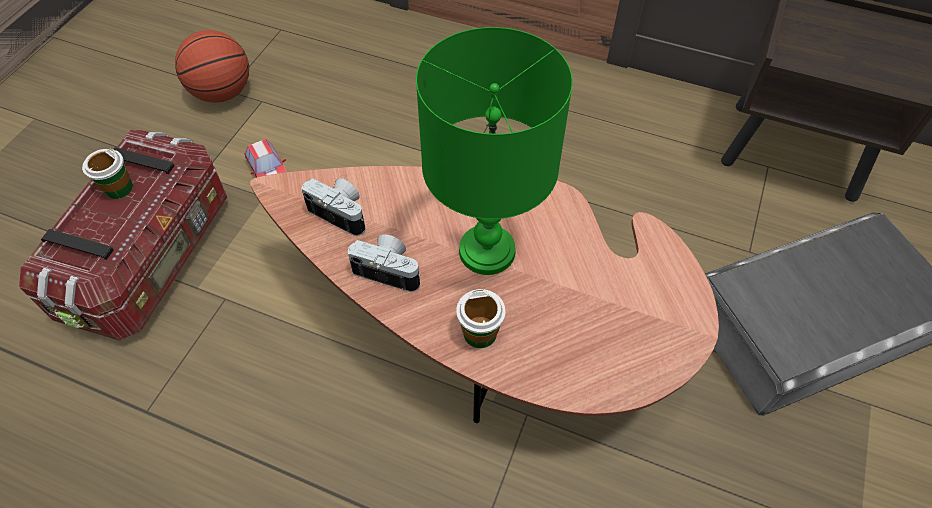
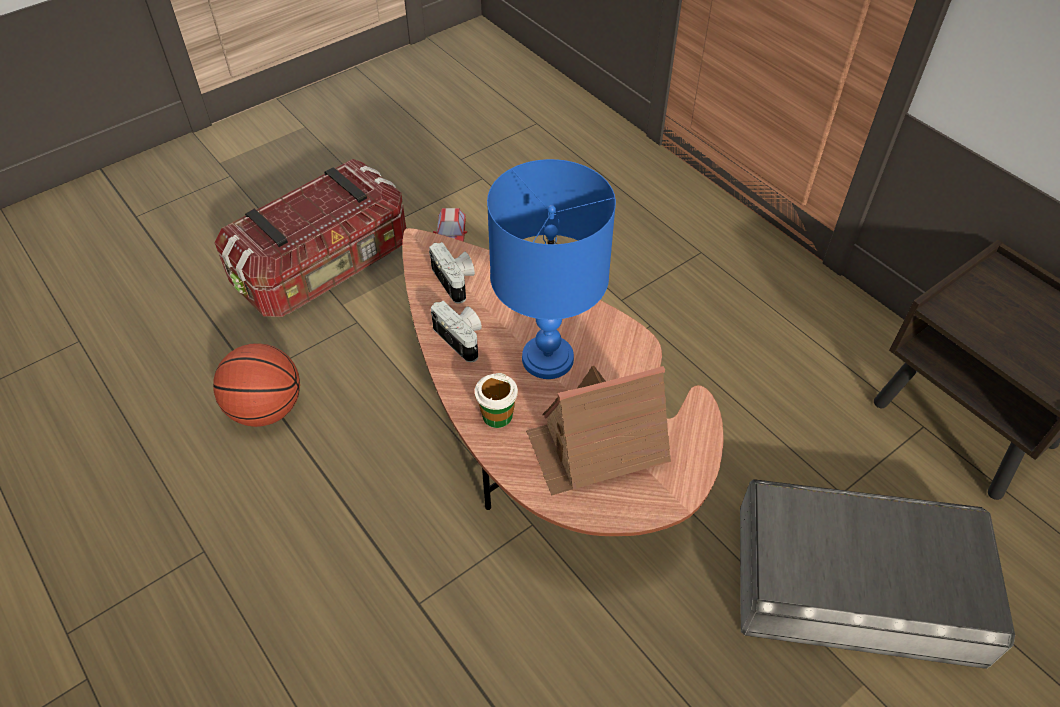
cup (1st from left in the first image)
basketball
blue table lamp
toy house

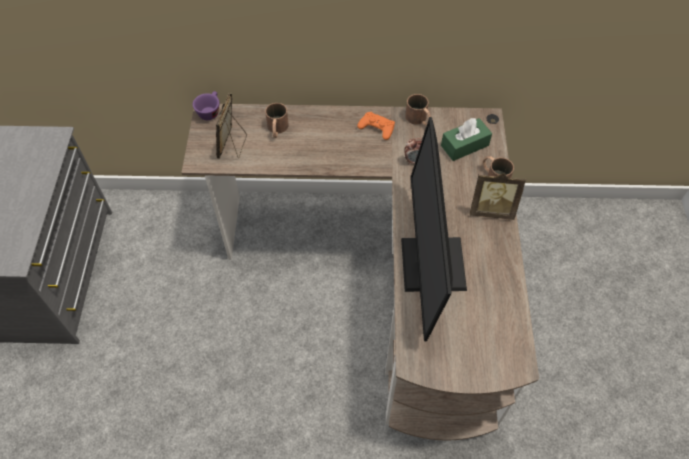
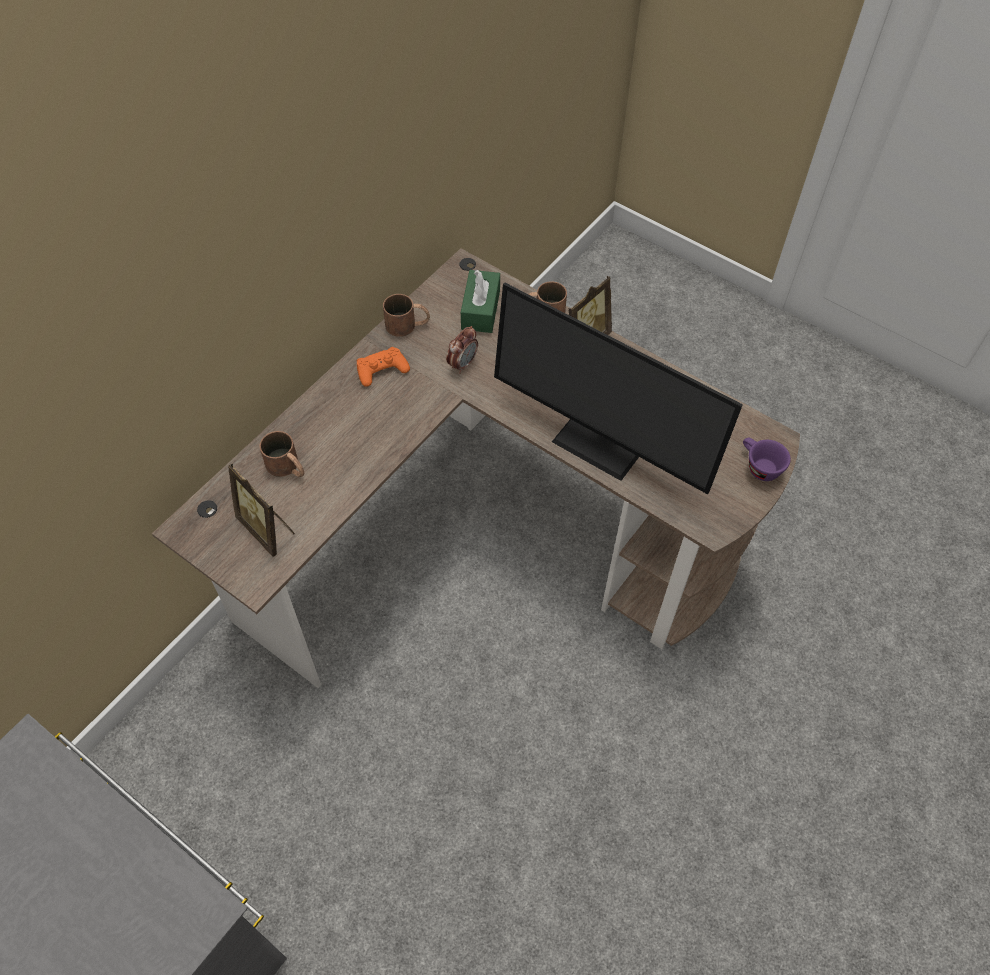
purple cup

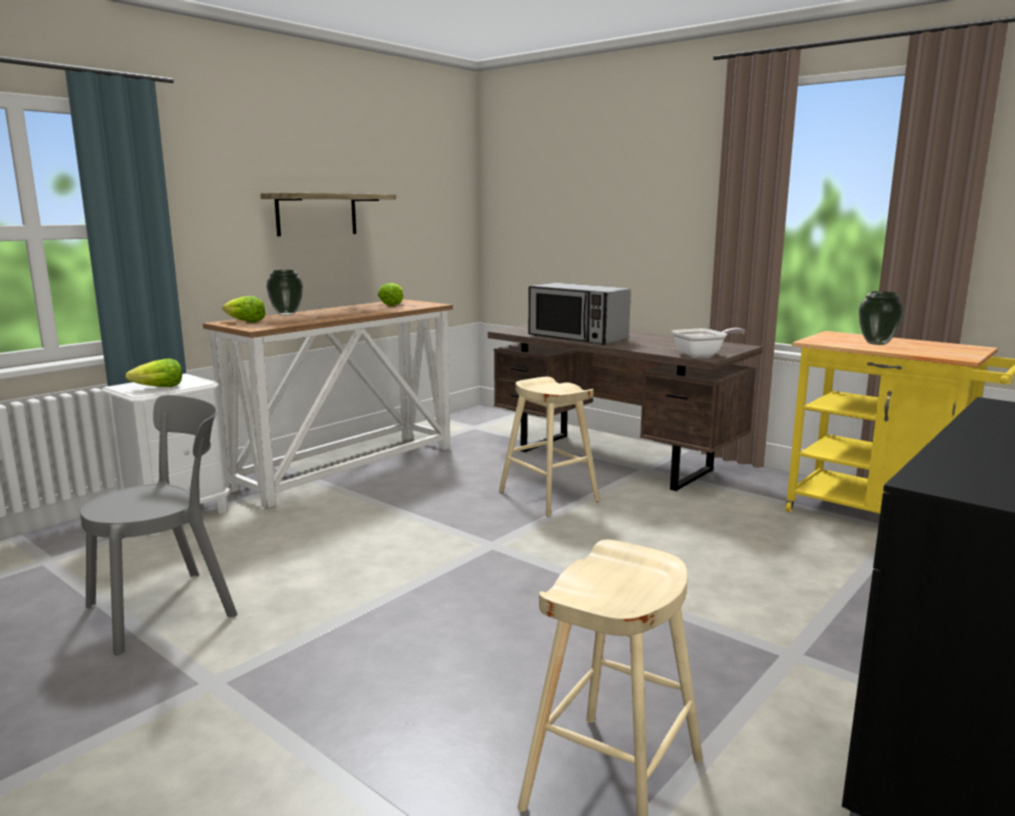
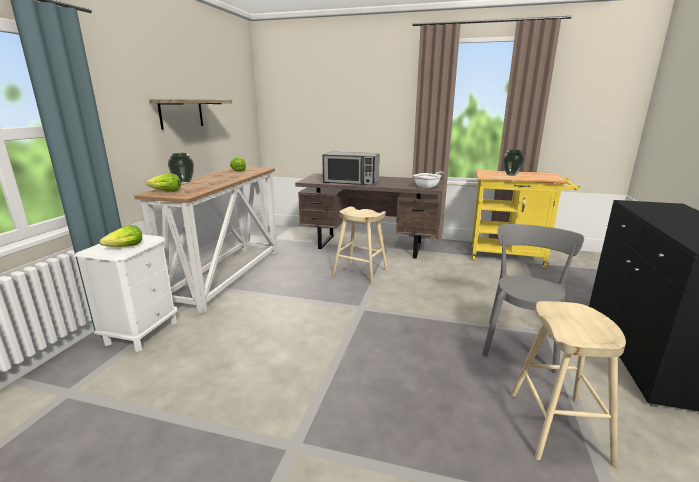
grey chair

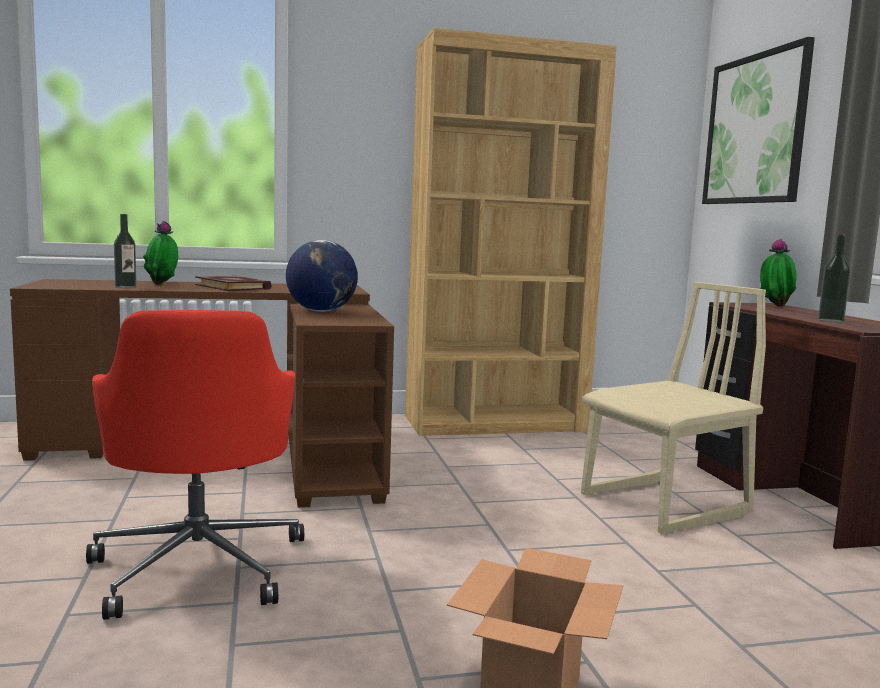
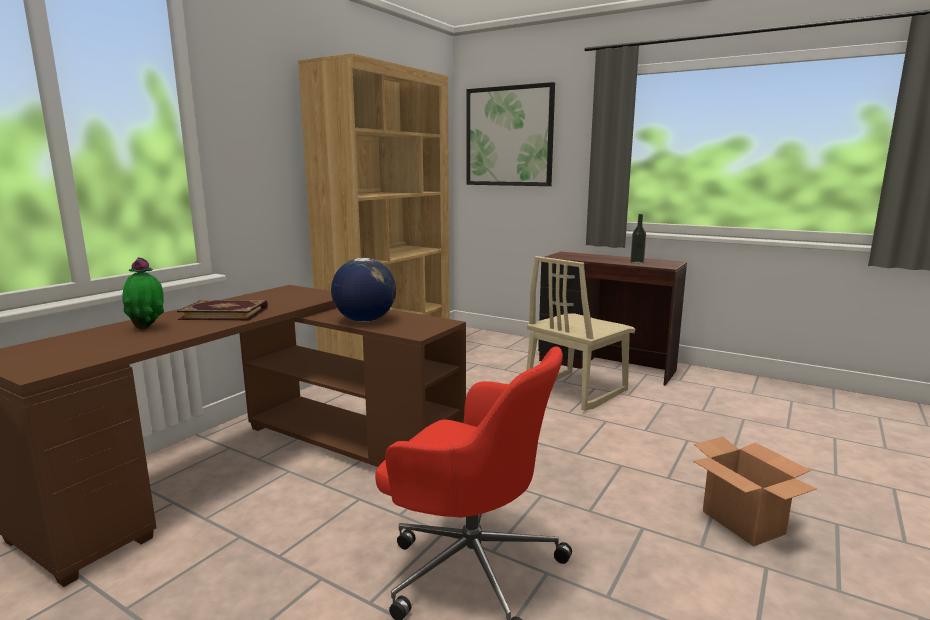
bottle (1st from left in the first image)
beige chair
potted plant (2nd from left in the first image)

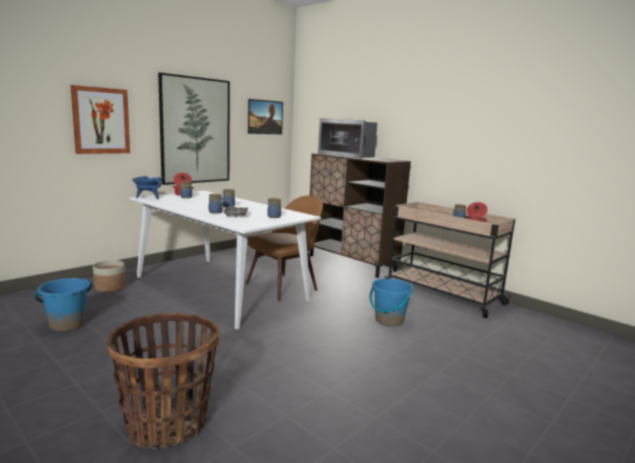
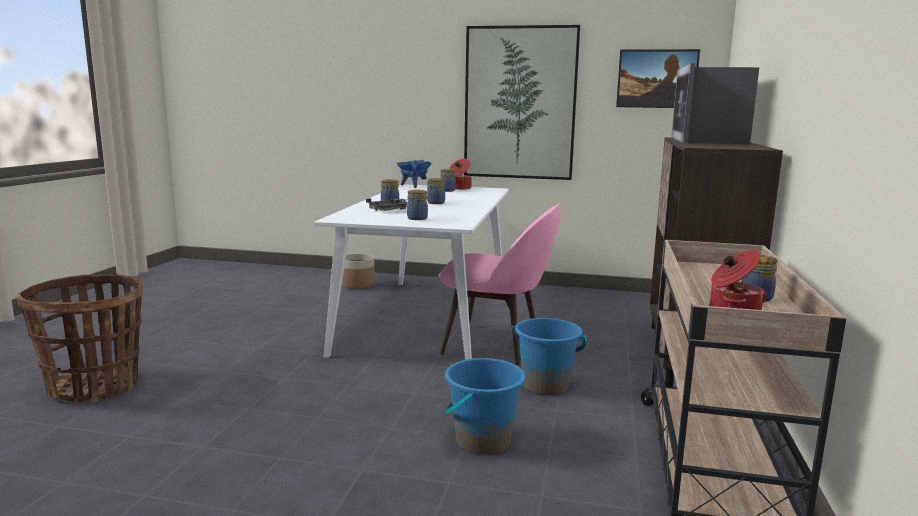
blue bucket (2nd from left)
picture (1st from left in the first image)
pink chair

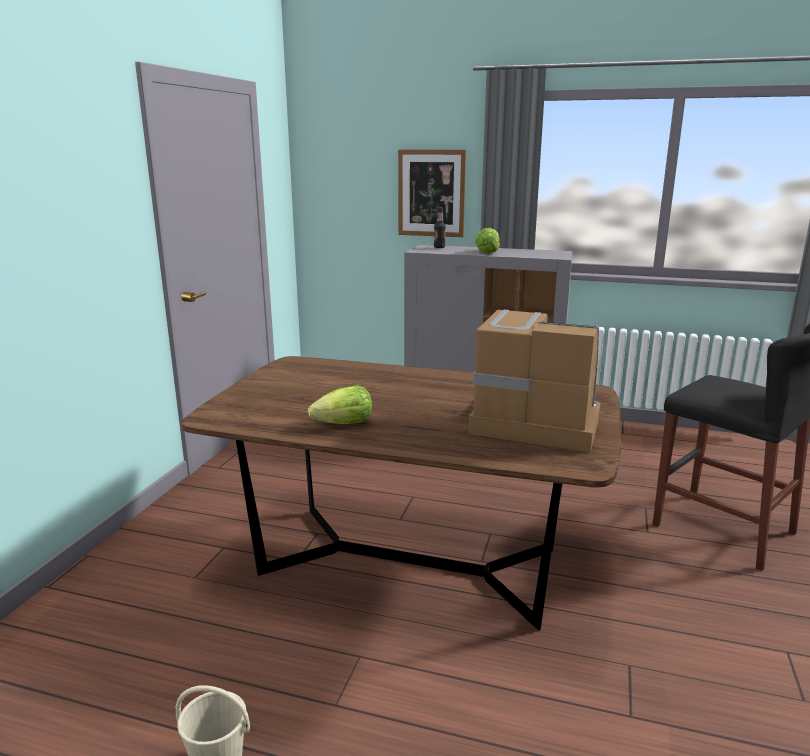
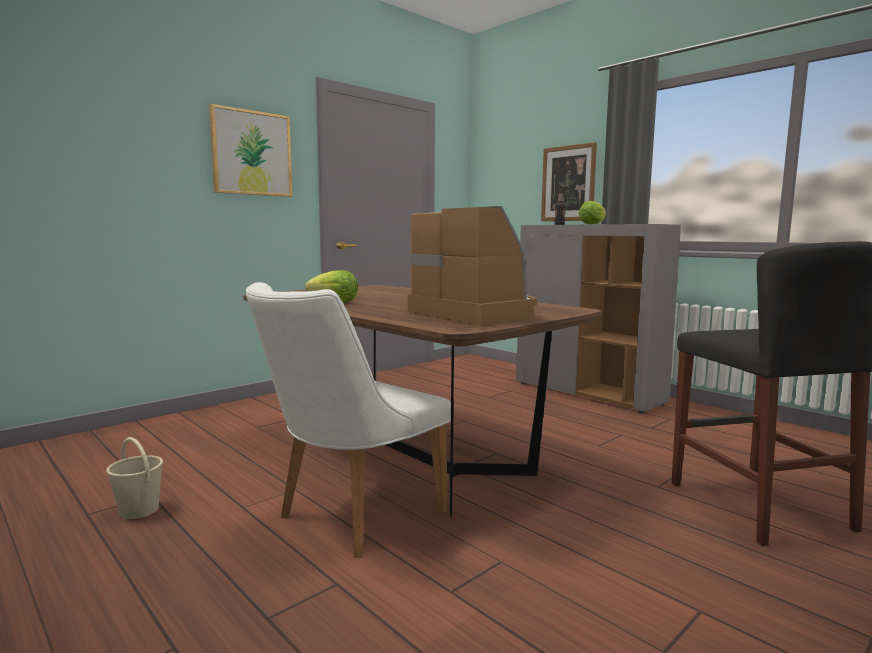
picture (1st from left)
white chair

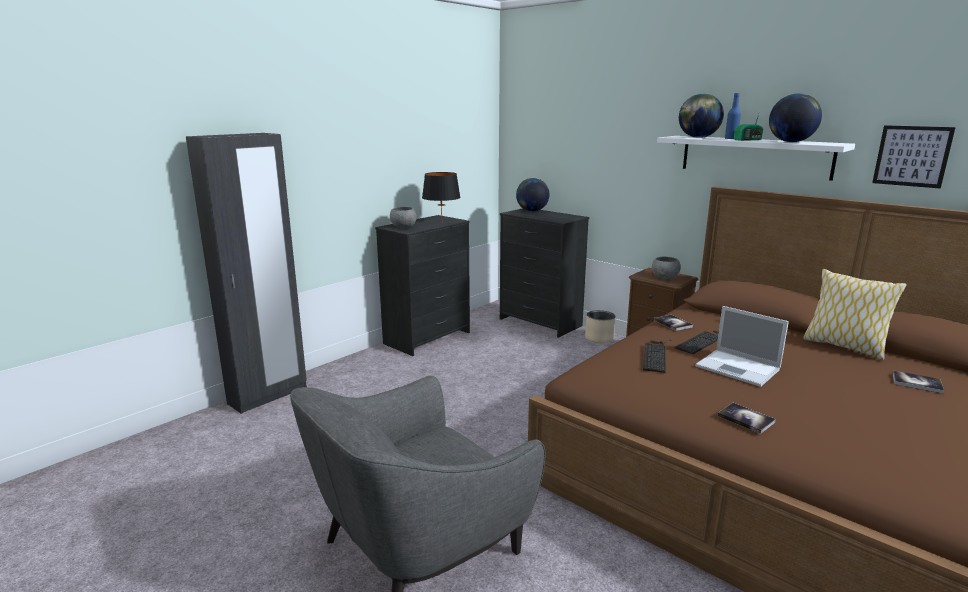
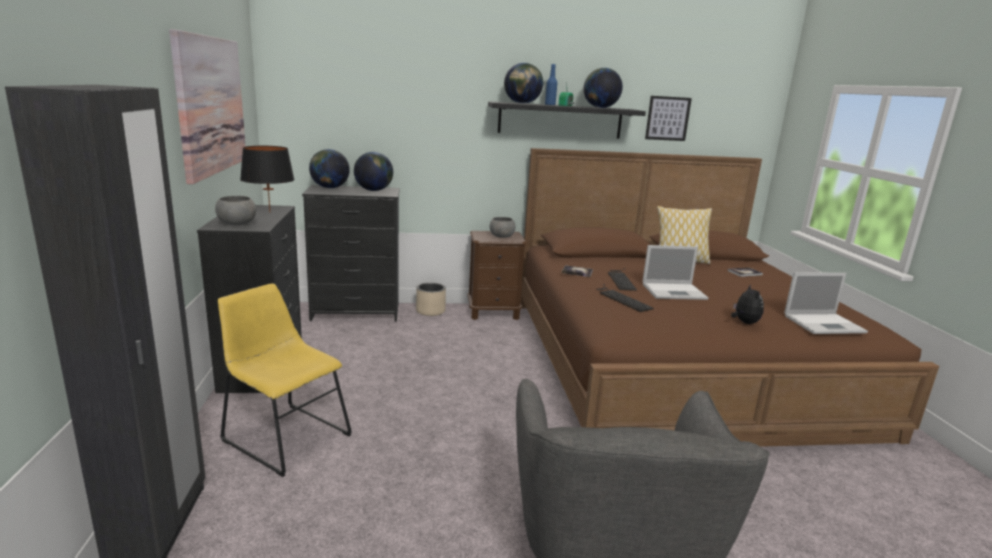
black shelf
plush toy
picture (1st from left)
yellow chair
globe (2nd from left)
laptop (2nd from left)

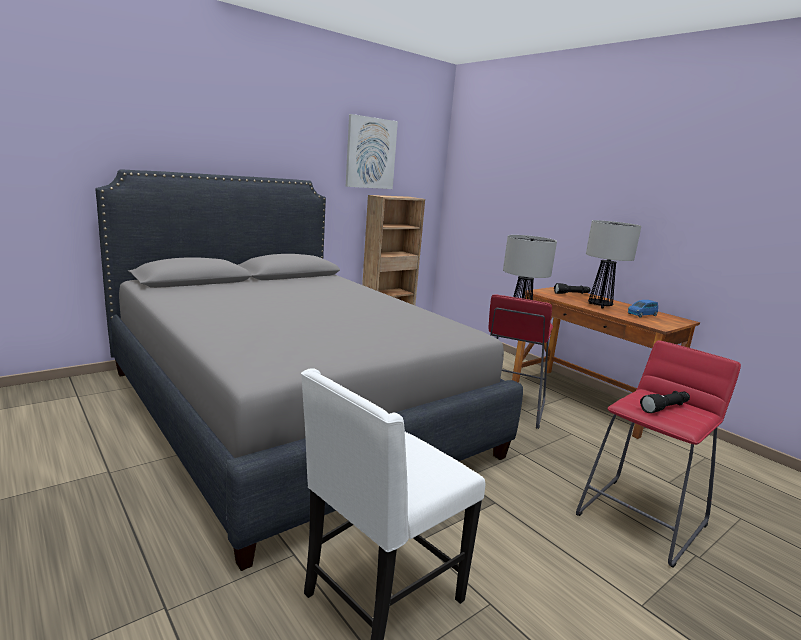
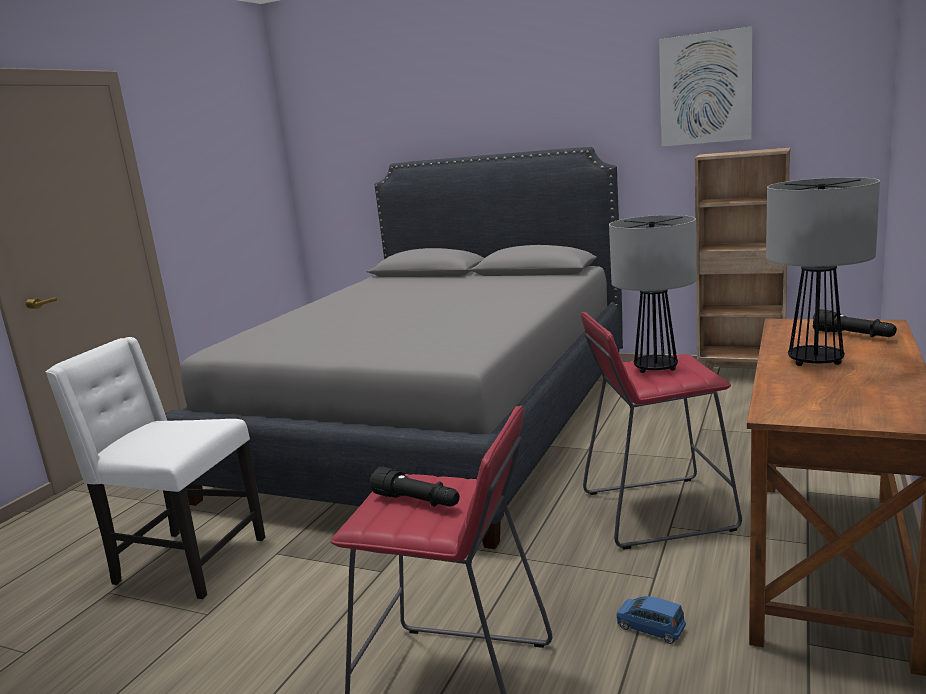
blue toy car

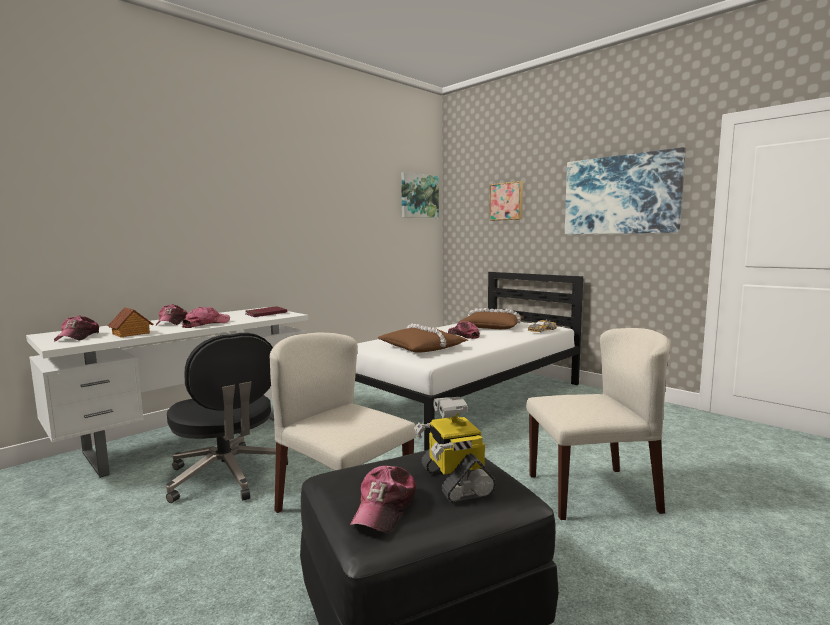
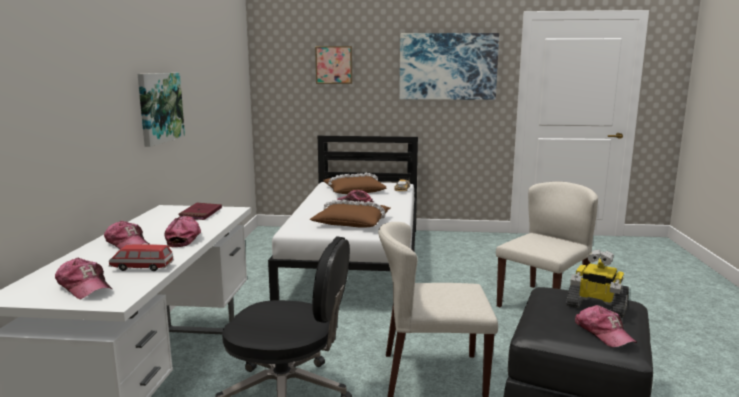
toy car (1st from left)
picture (1st from left)

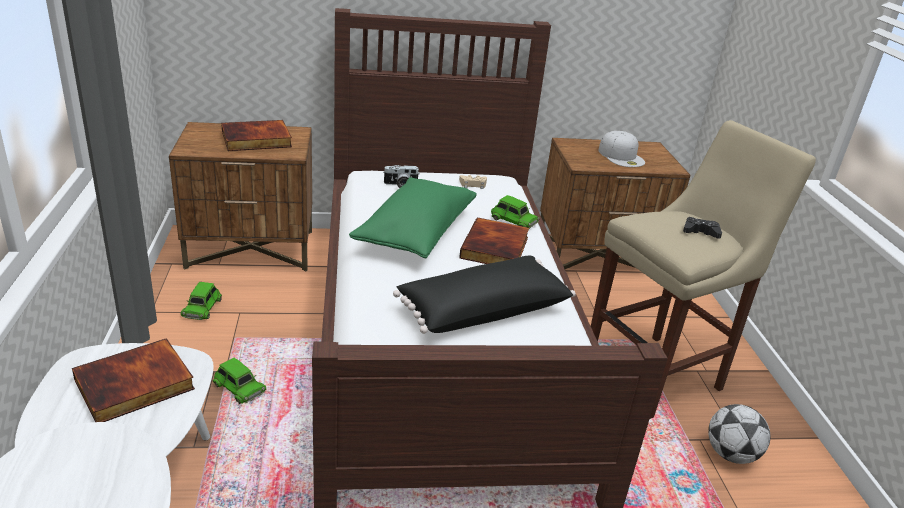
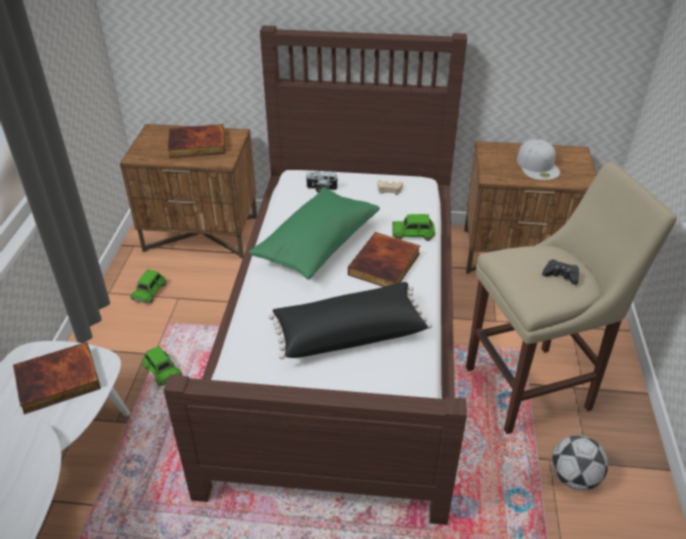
green toy car (3rd from left)

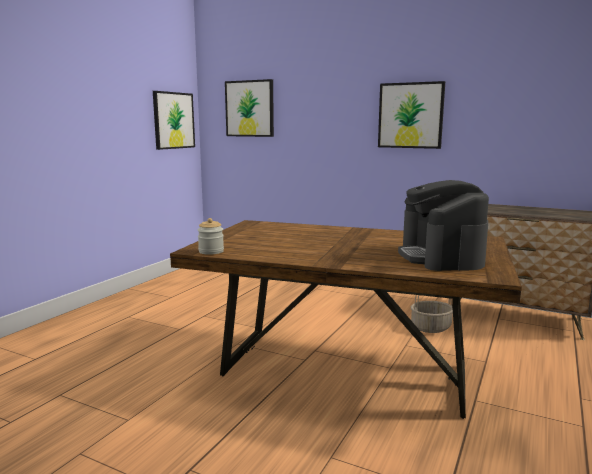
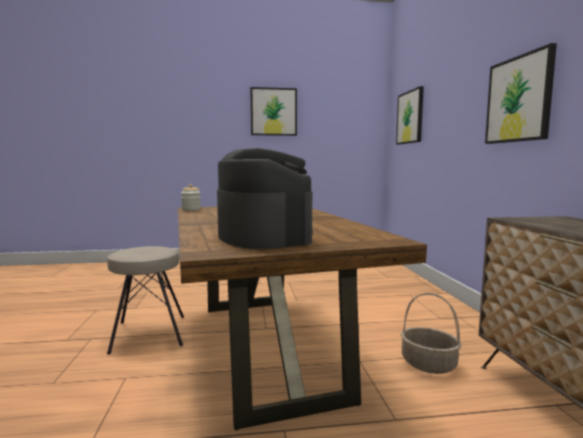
picture (1st from left)
coffee machine
beige stool

